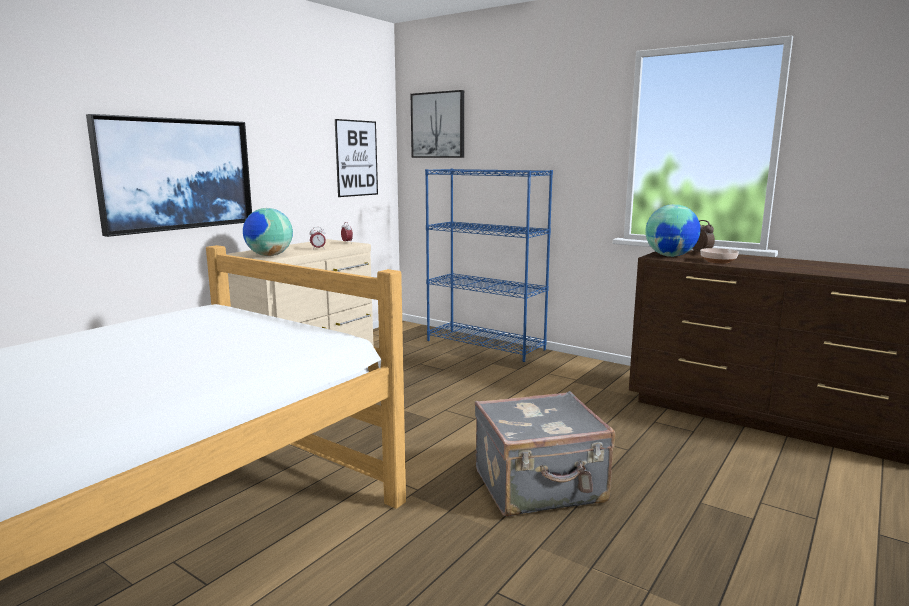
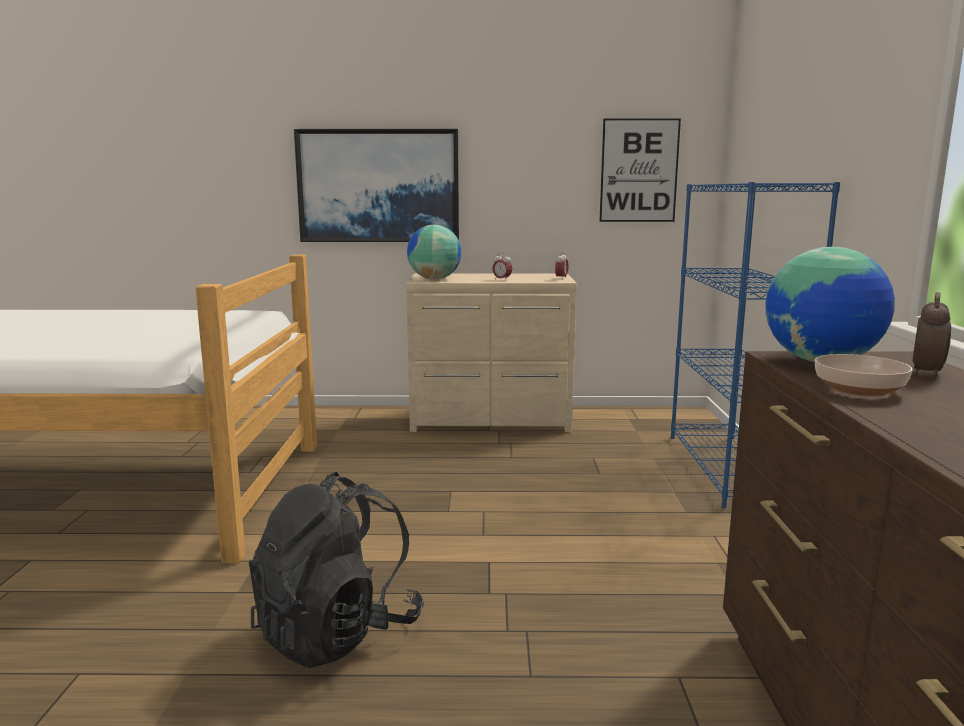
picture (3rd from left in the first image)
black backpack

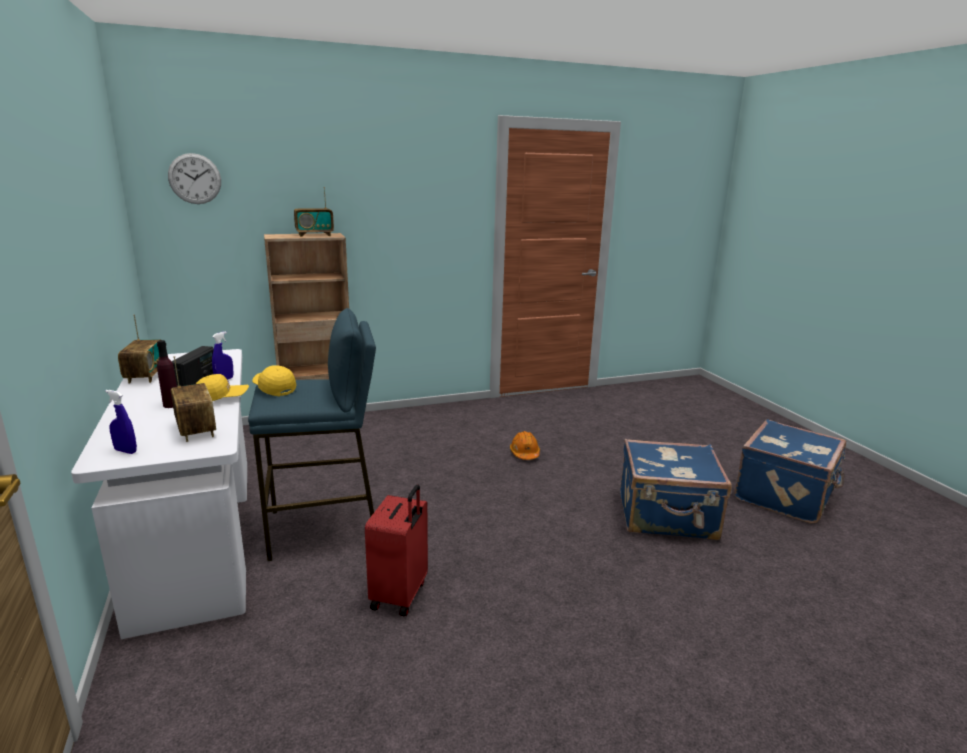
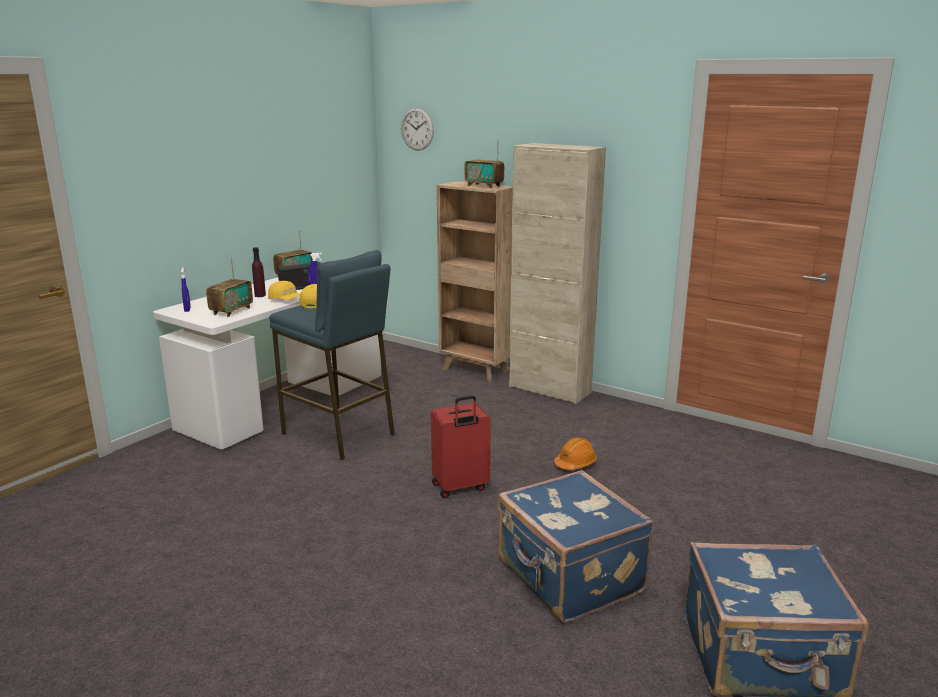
red suitcase
beige cabinet

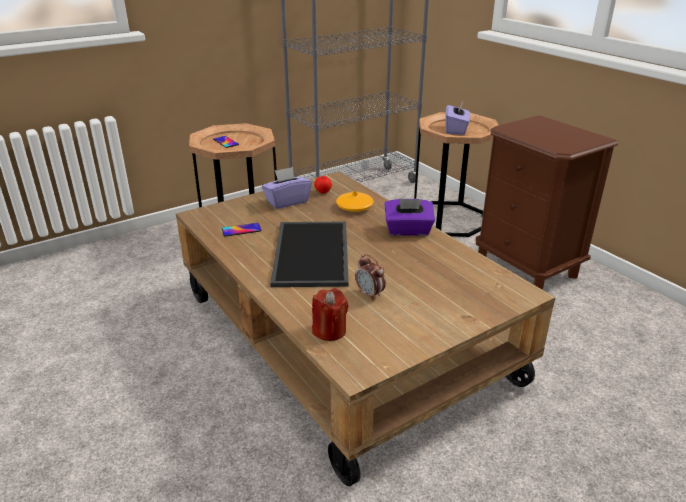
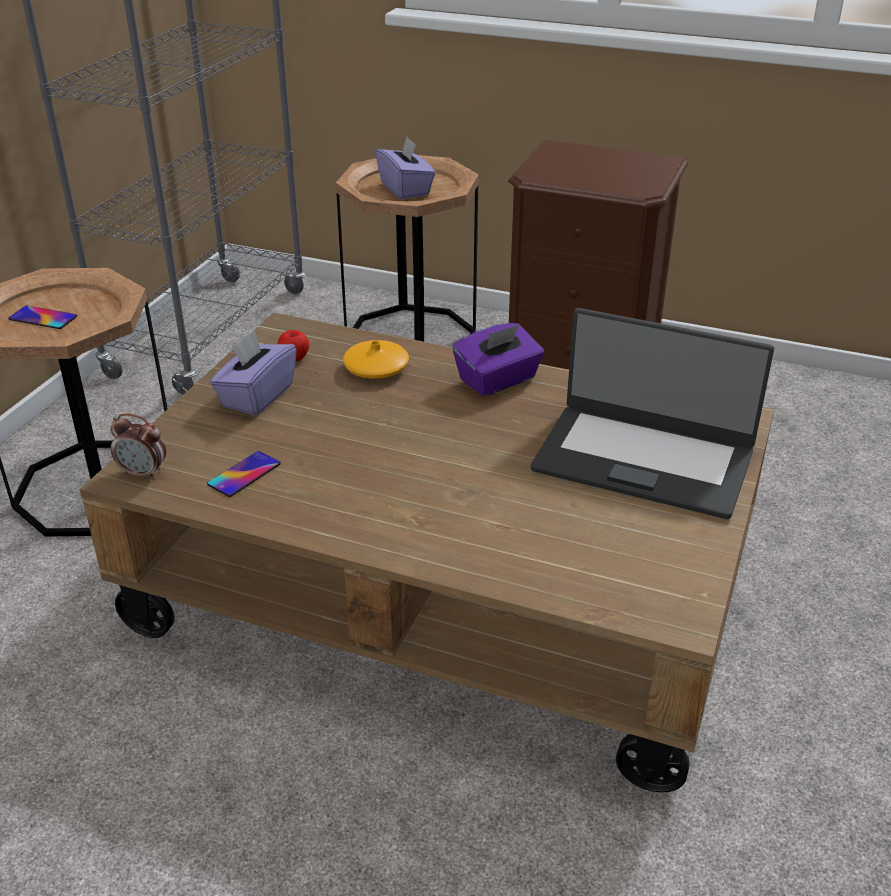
tray
red candle
alarm clock
laptop

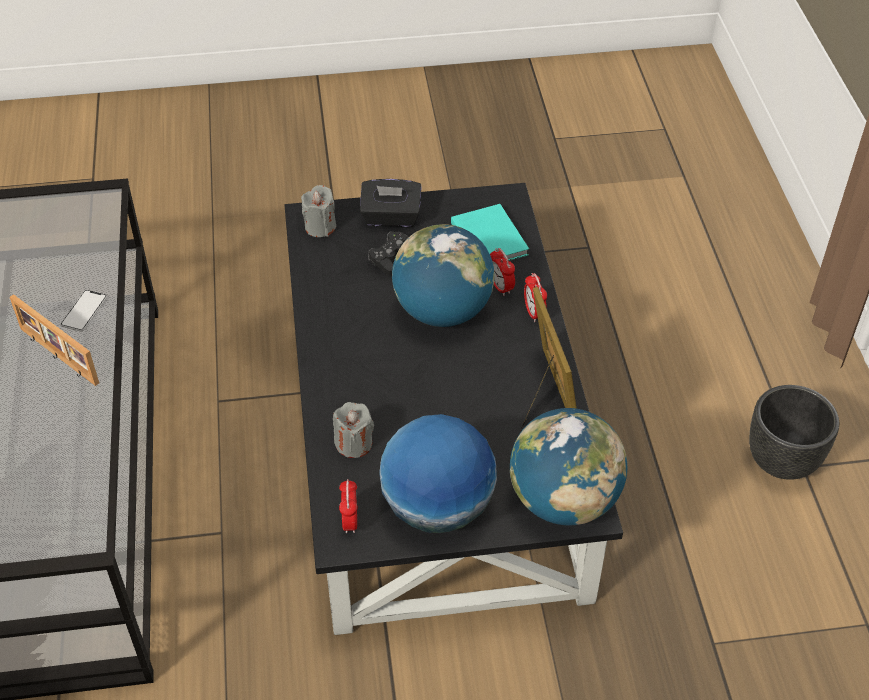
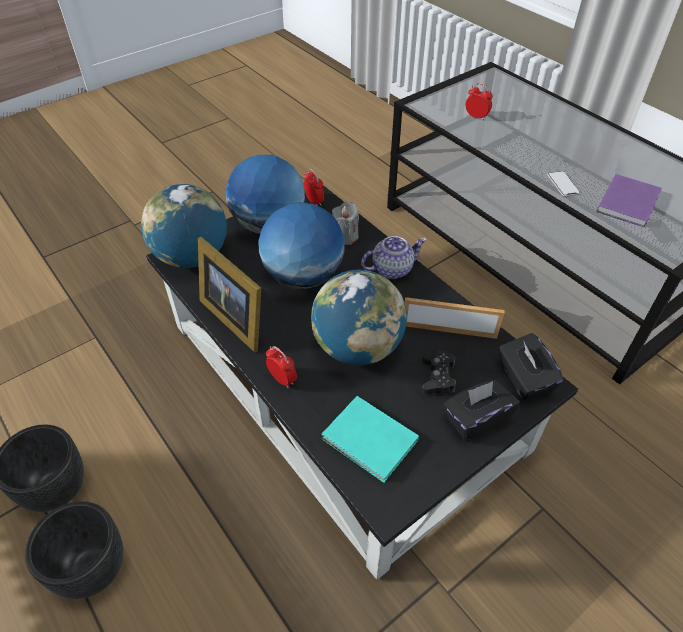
picture frame (2nd from left)
black tissue box (2nd from left)
alarm clock (3rd from left)
black planter (2nd from left)
globe (3rd from left)
teapot
purple book

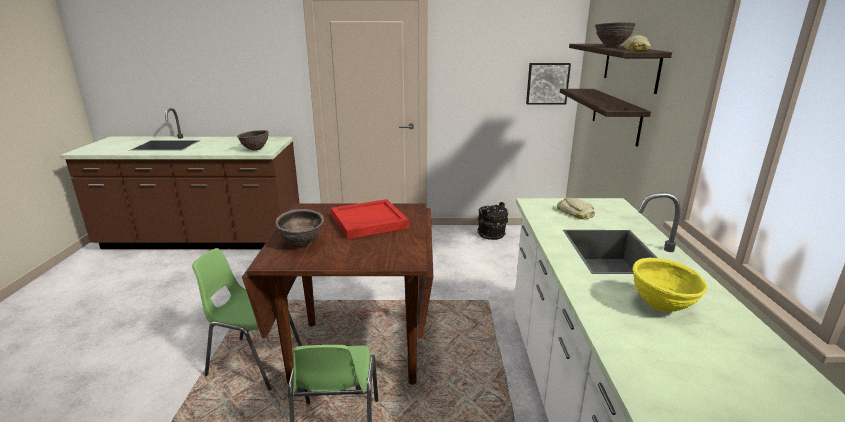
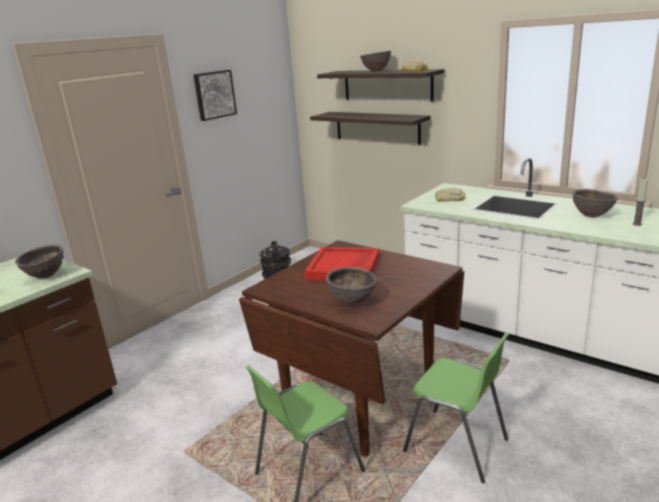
picture
brown bowl (4th from left)
candle

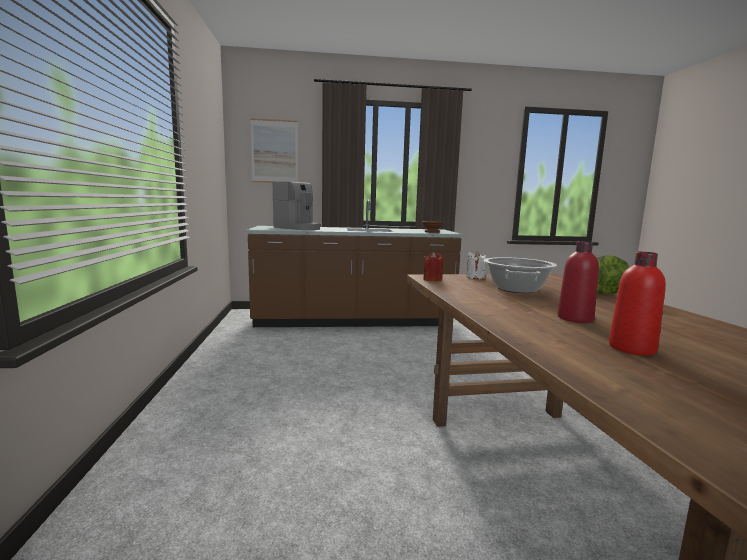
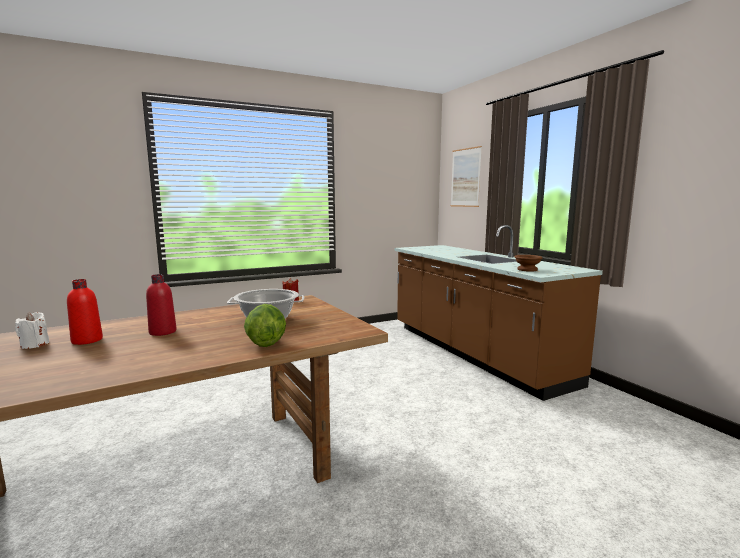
coffee machine
white candle

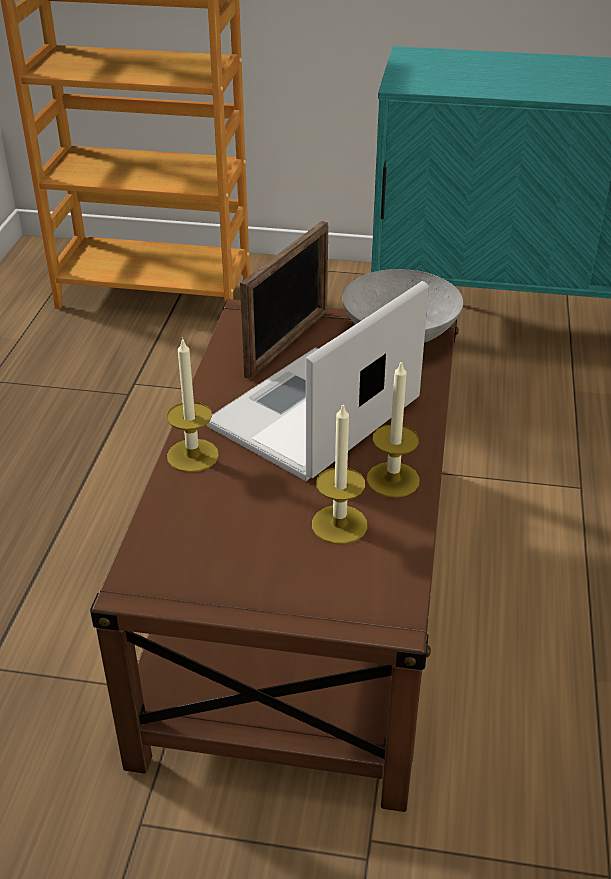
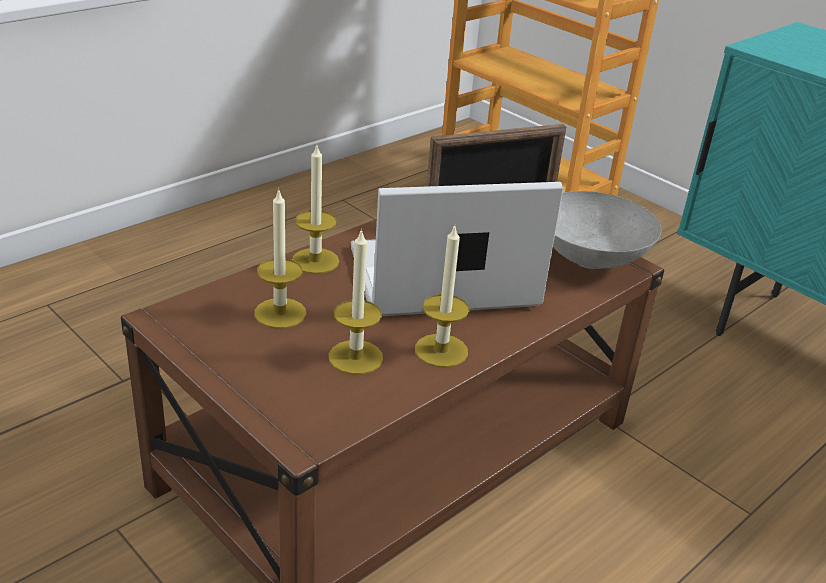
candle (1st from left)

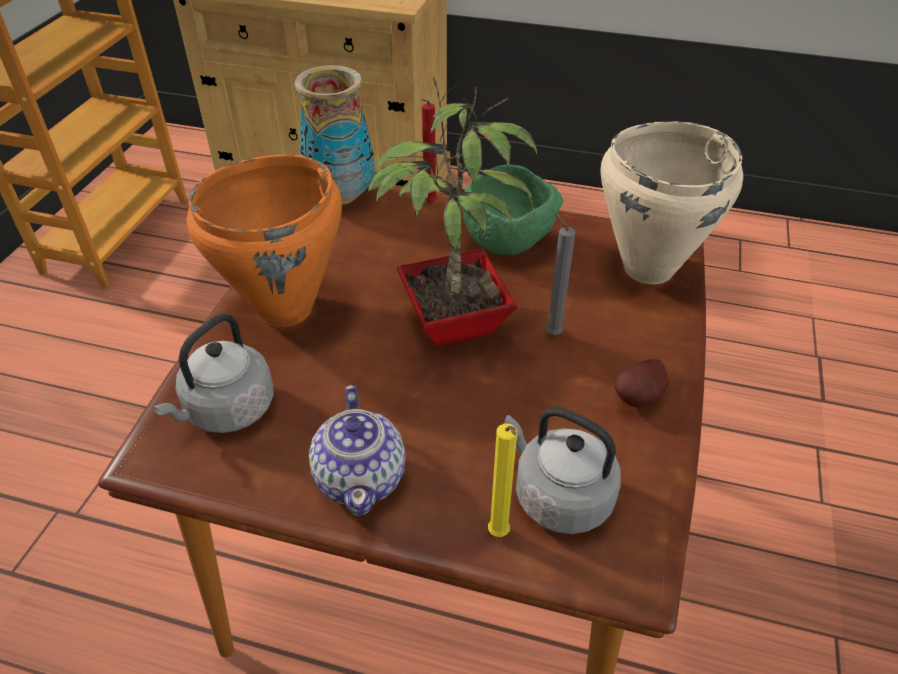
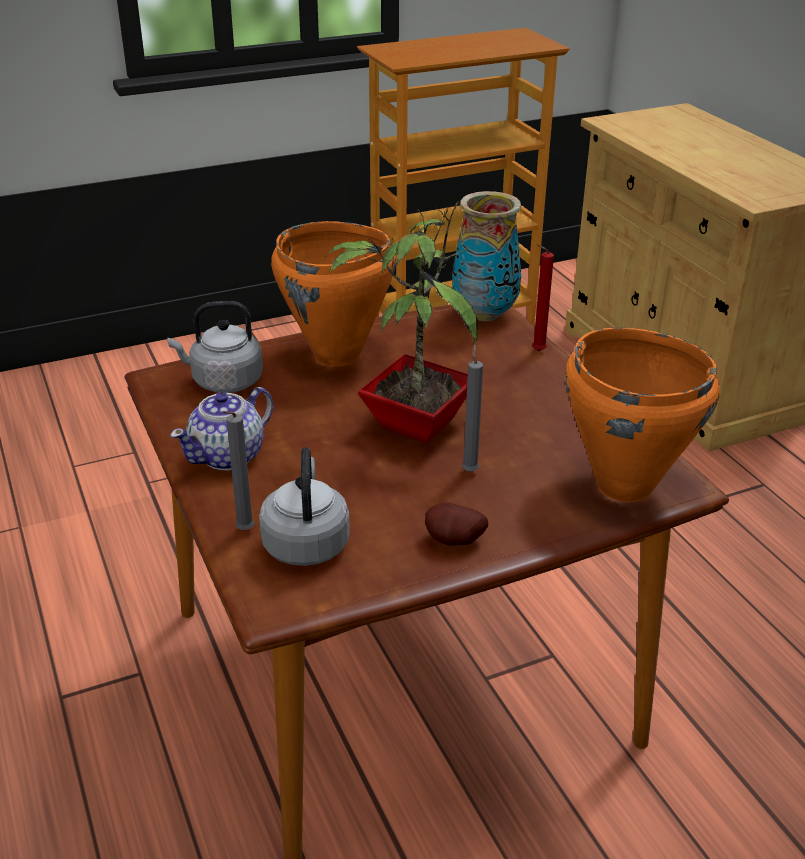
green bowl
grey candle (1st from left)
orange cooking pot (2nd from left)

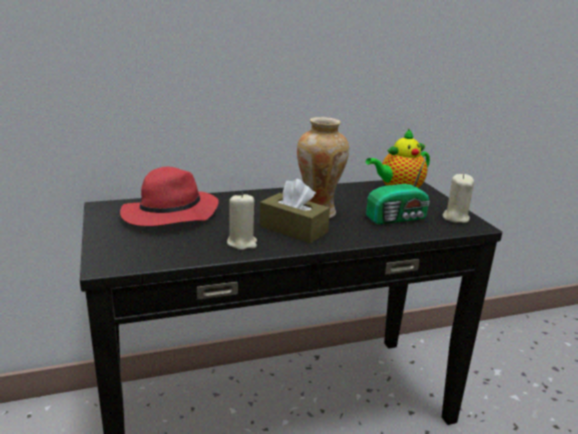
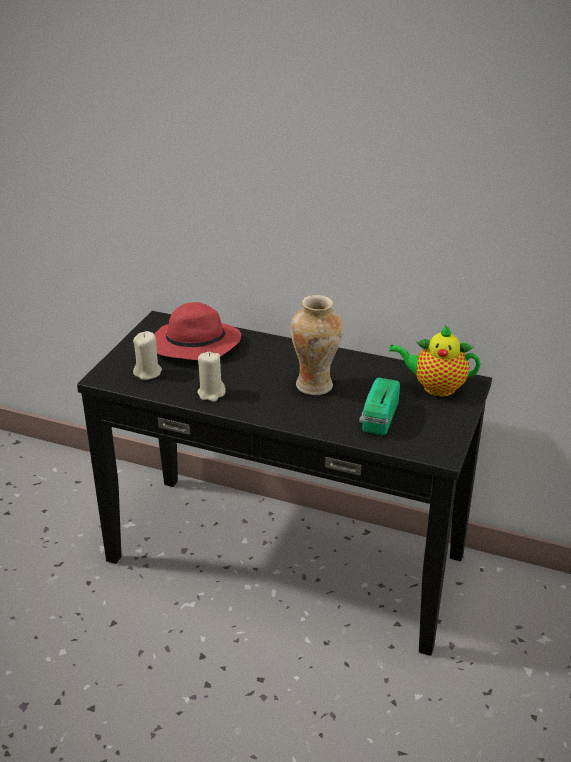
brown tissue box
radio
beige candle (1st from left)

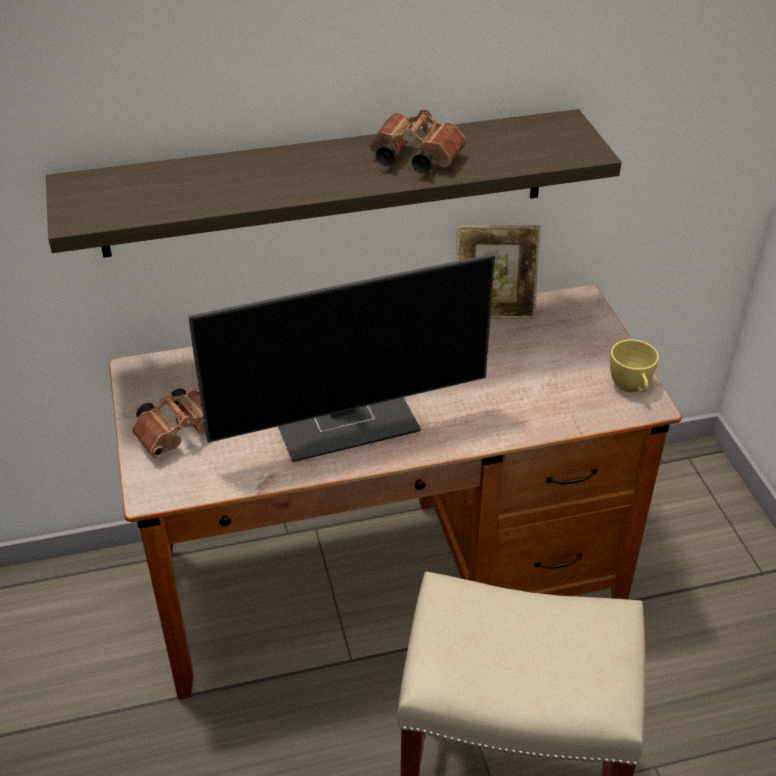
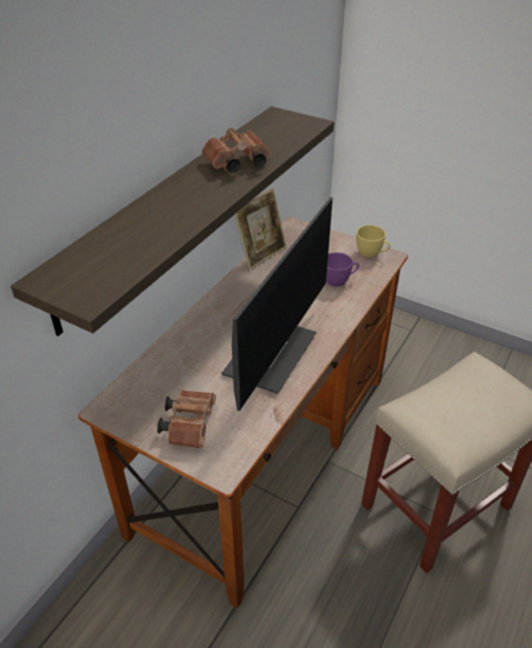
purple cup

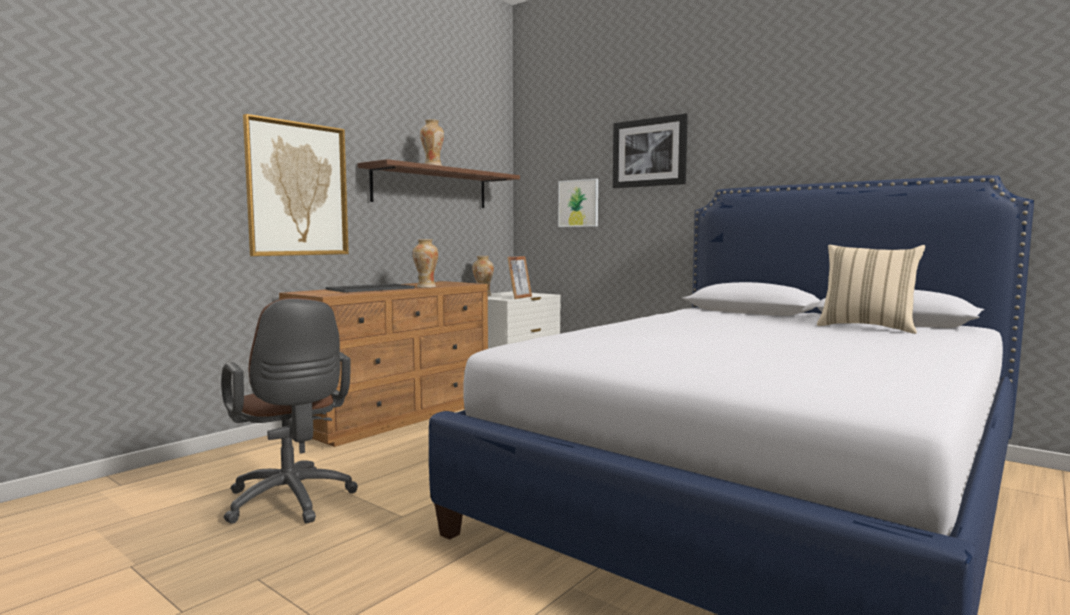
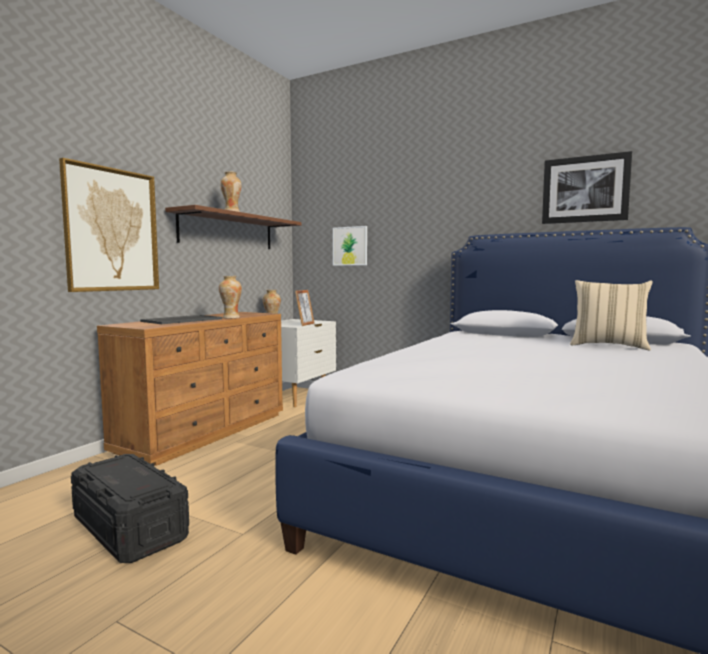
black storage box
picture (3rd from left)

